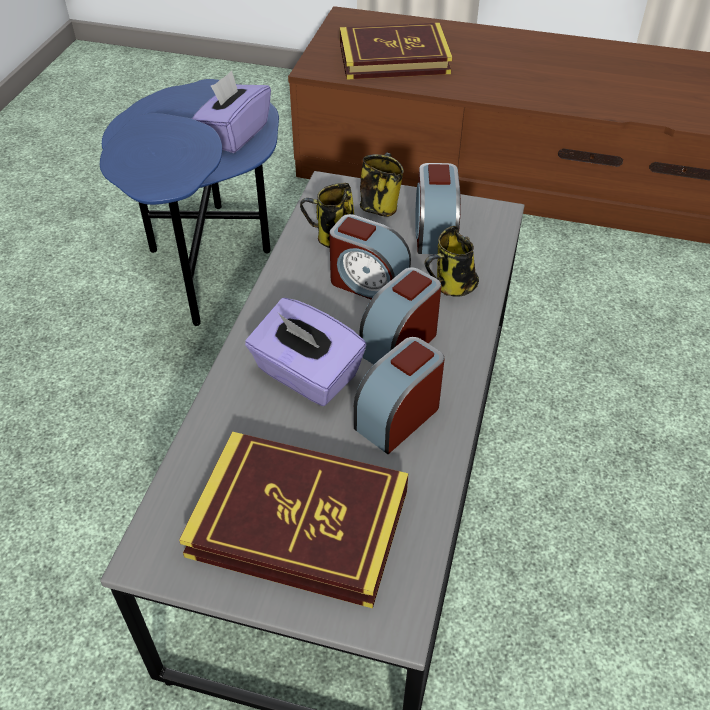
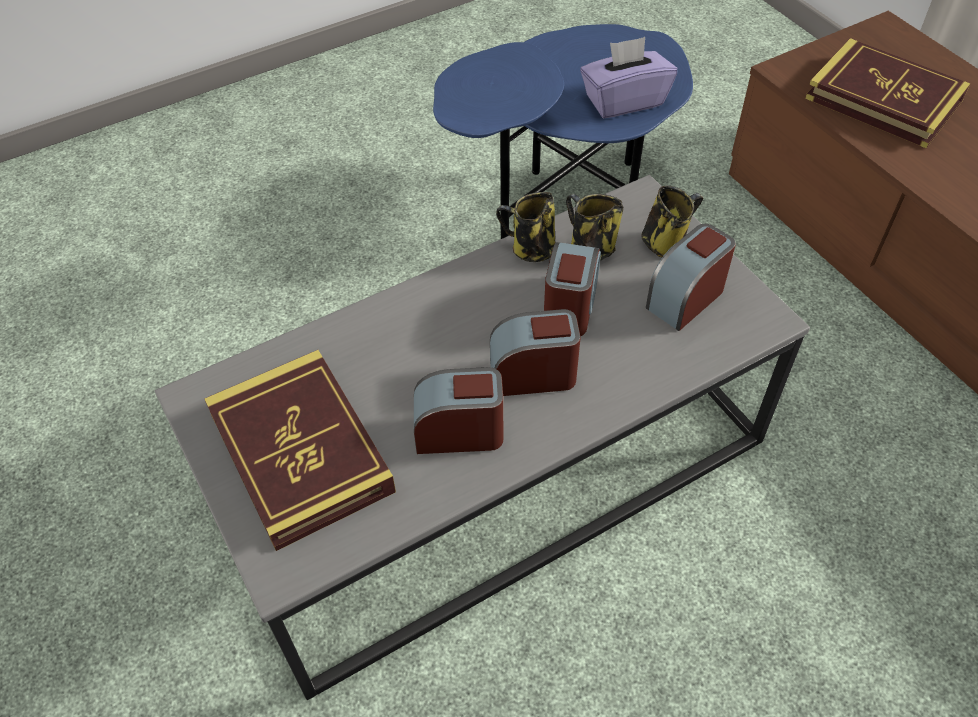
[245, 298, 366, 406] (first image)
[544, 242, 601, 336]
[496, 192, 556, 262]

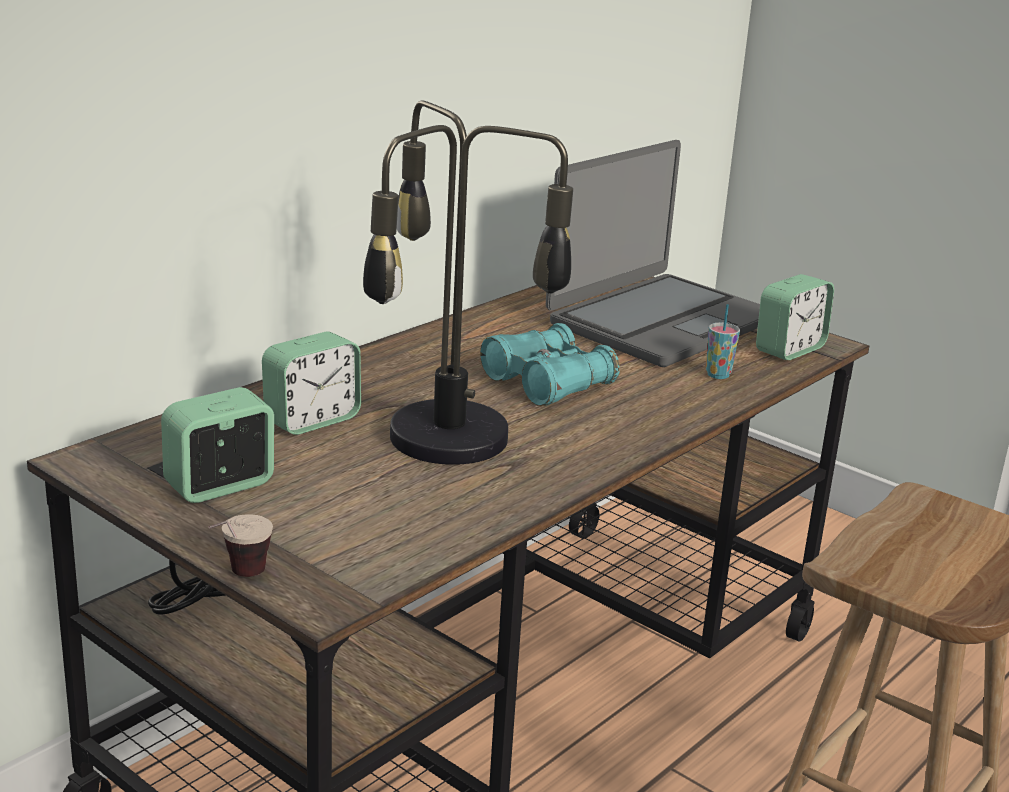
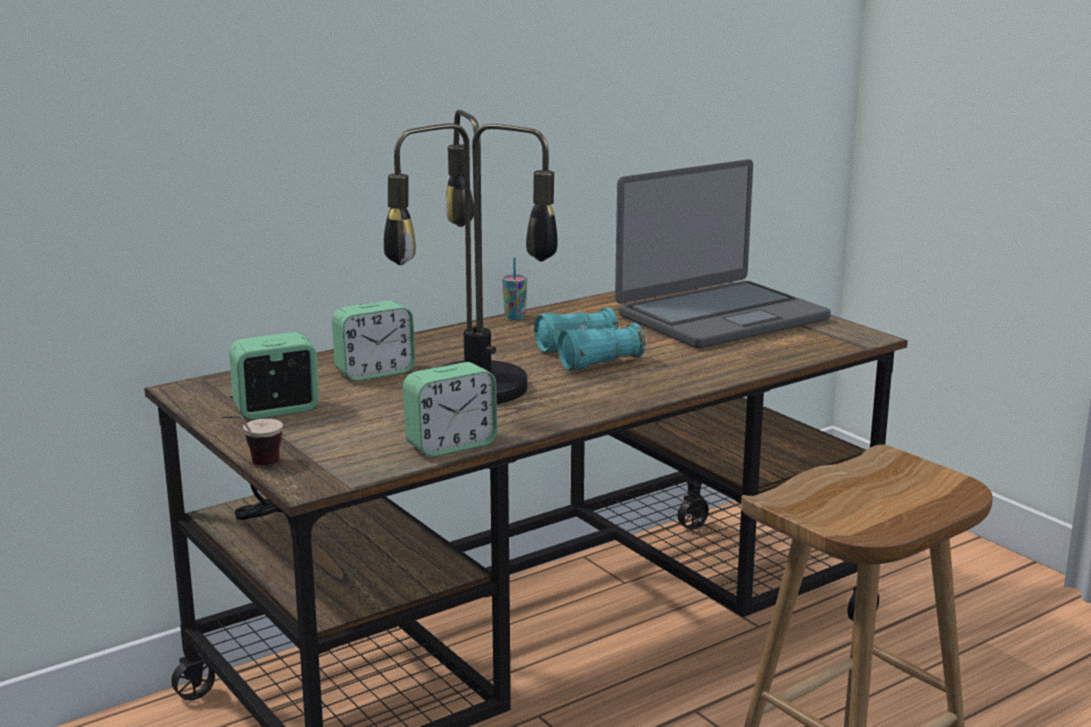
[502, 257, 527, 320]
[403, 362, 498, 457]

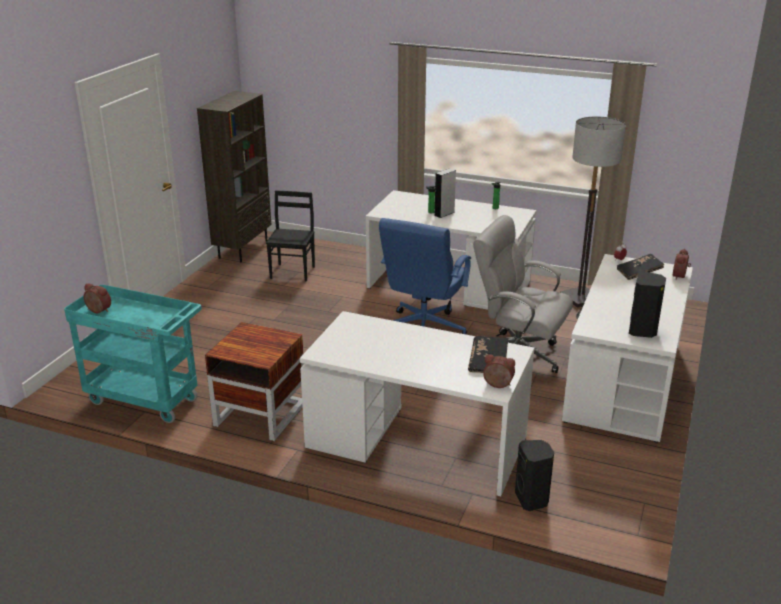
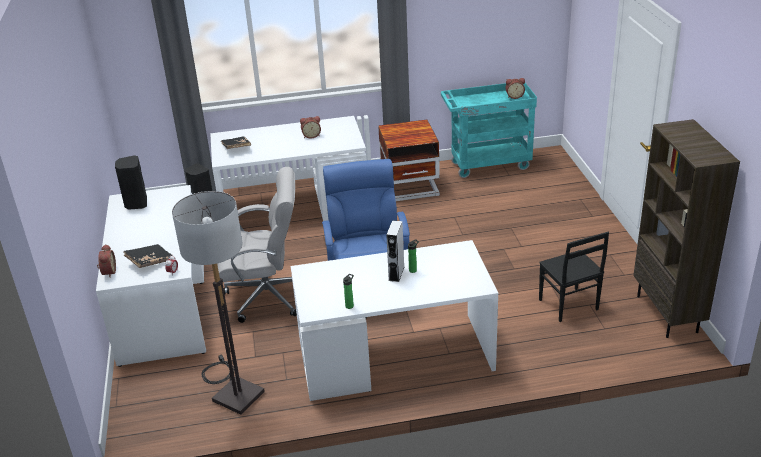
[300, 116, 321, 139]

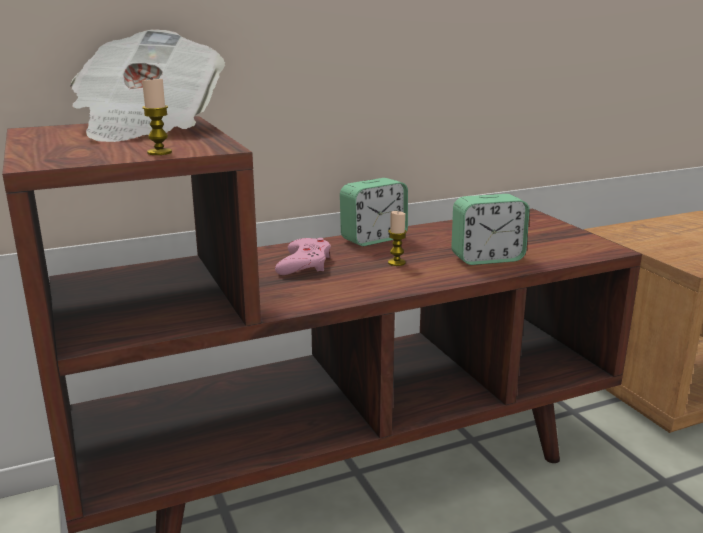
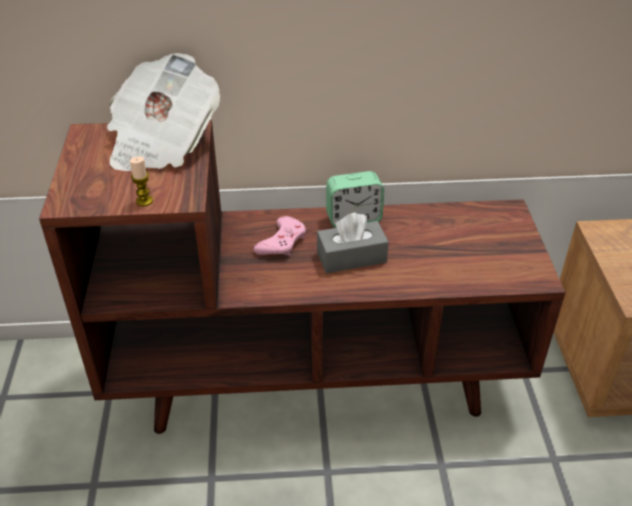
[317, 213, 389, 273]
[451, 194, 530, 265] (first image)

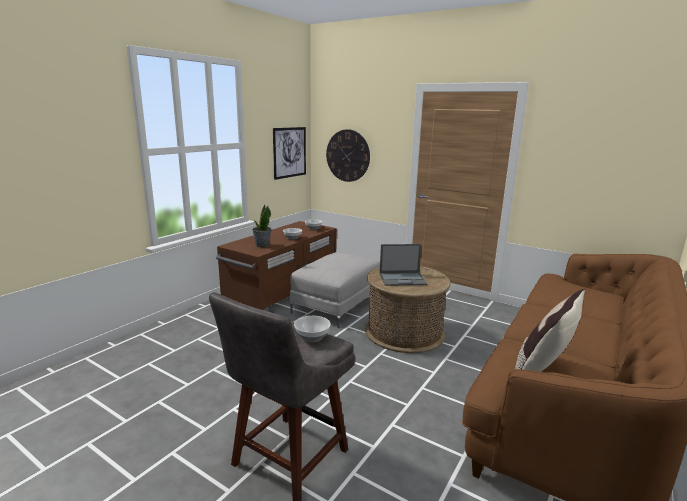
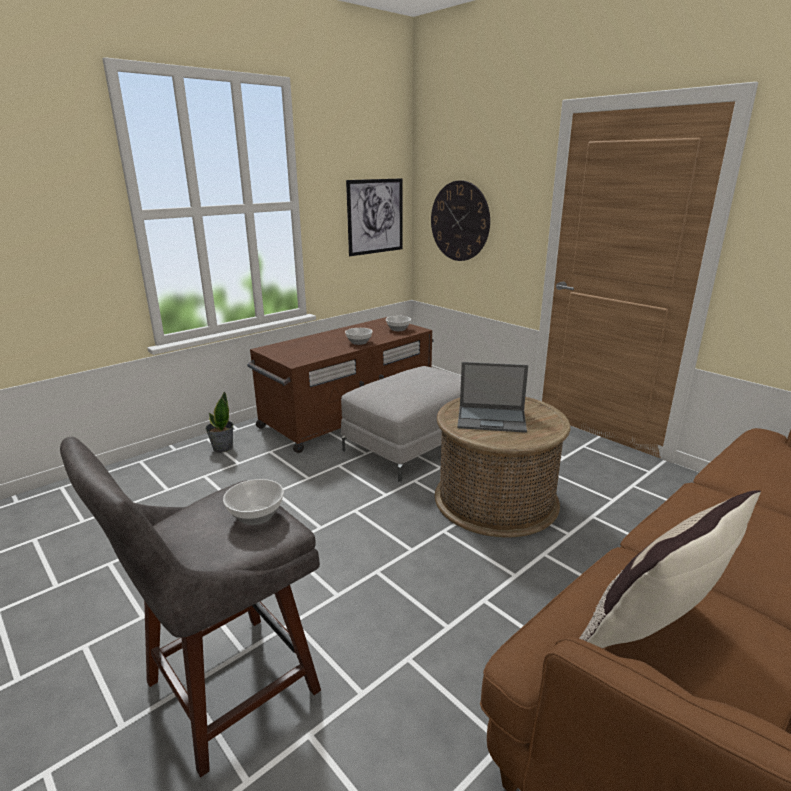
[205, 391, 234, 452]

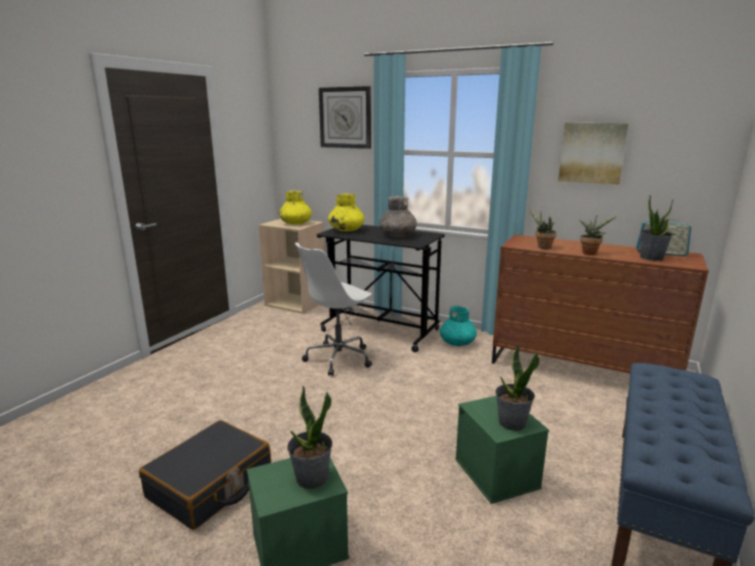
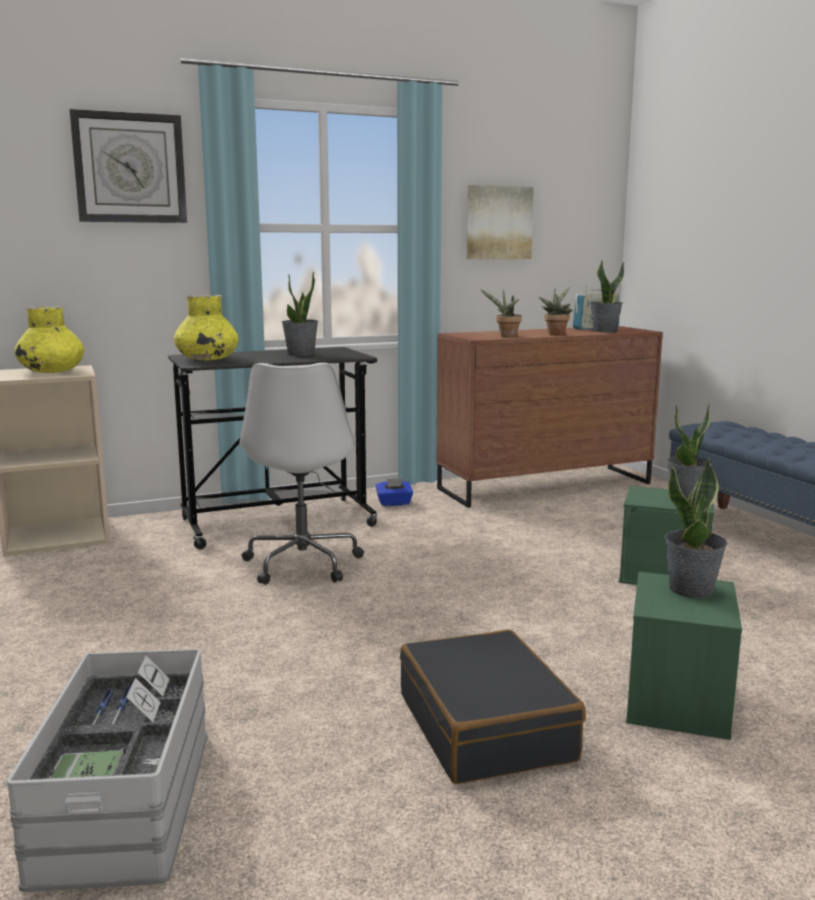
[282, 272, 318, 356]
[376, 478, 413, 506]
[5, 649, 208, 892]

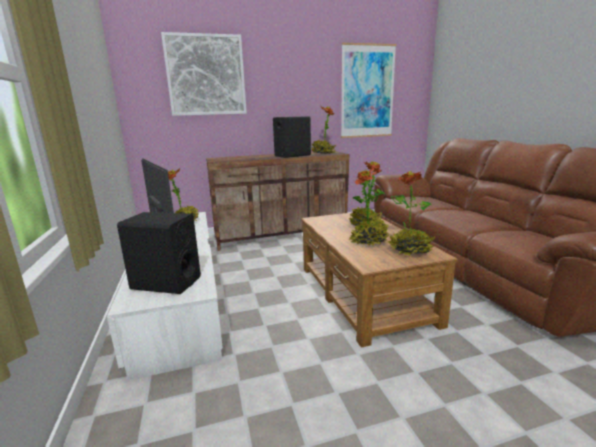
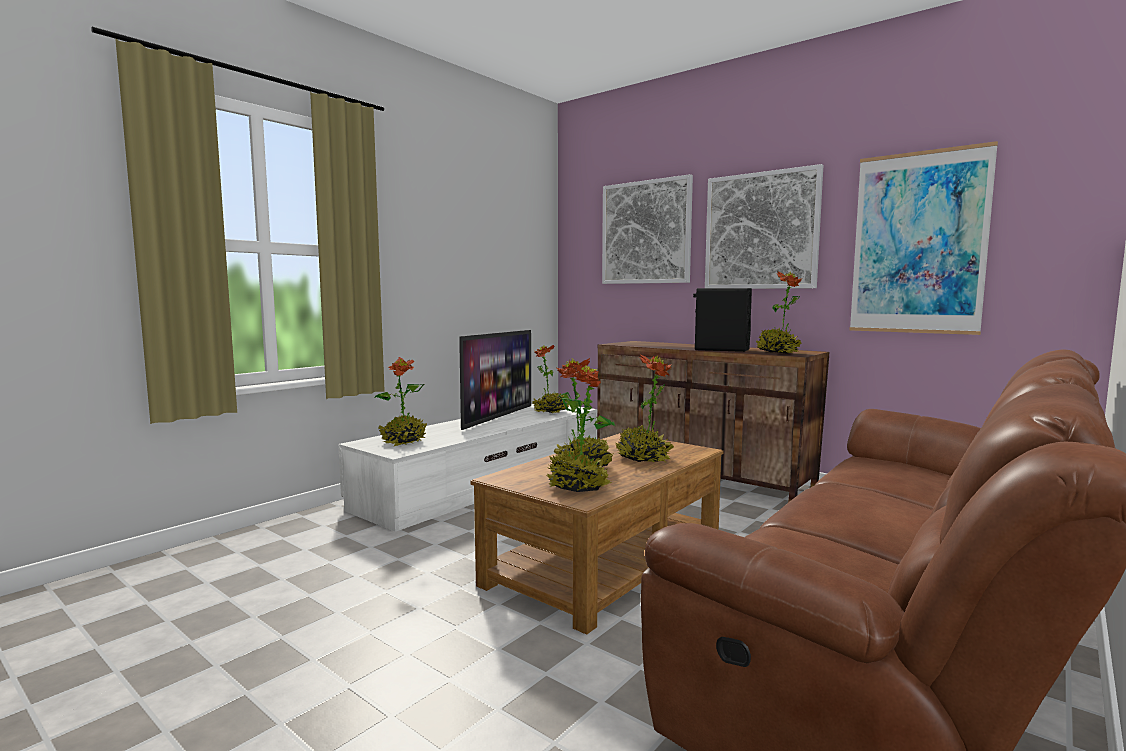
[374, 357, 427, 446]
[705, 164, 823, 289]

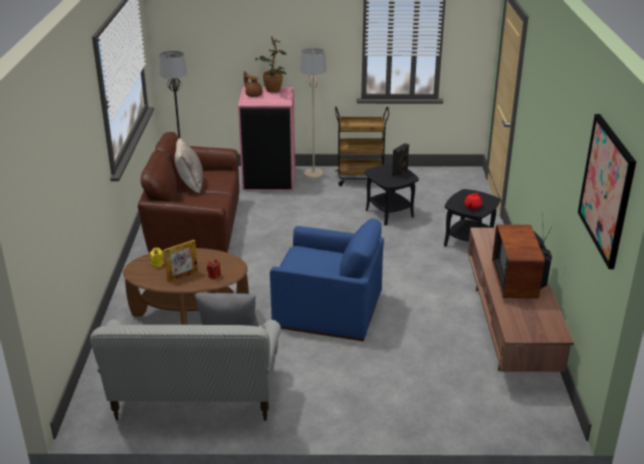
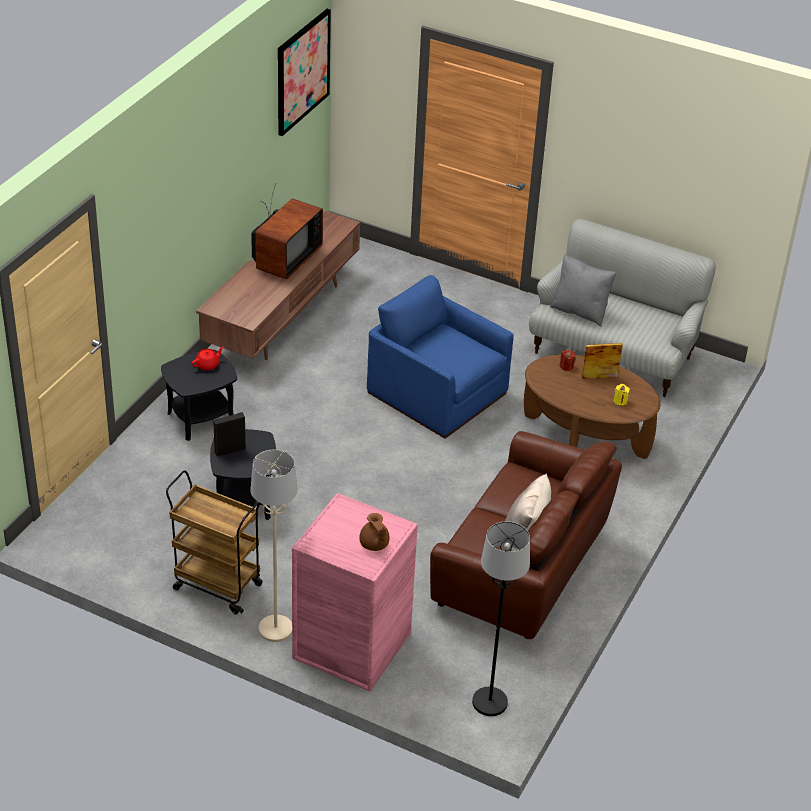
[255, 36, 287, 93] (first image)

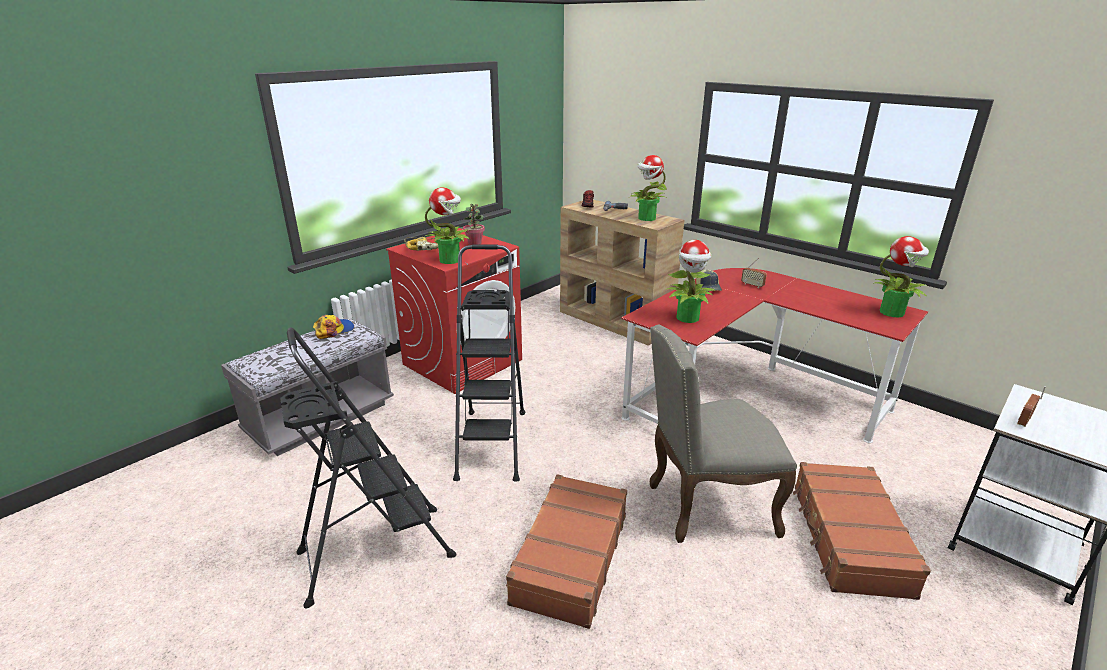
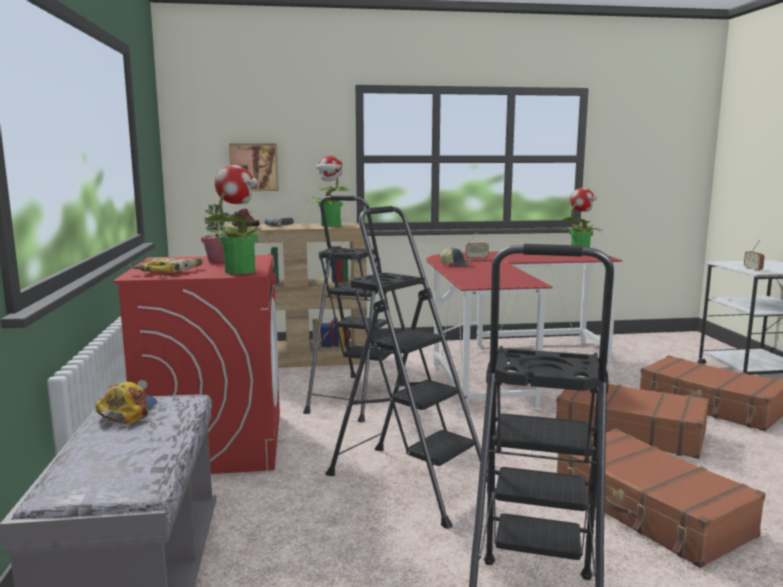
[556, 384, 709, 459]
[667, 240, 715, 323] (first image)
[229, 144, 279, 191]
[303, 195, 404, 422]

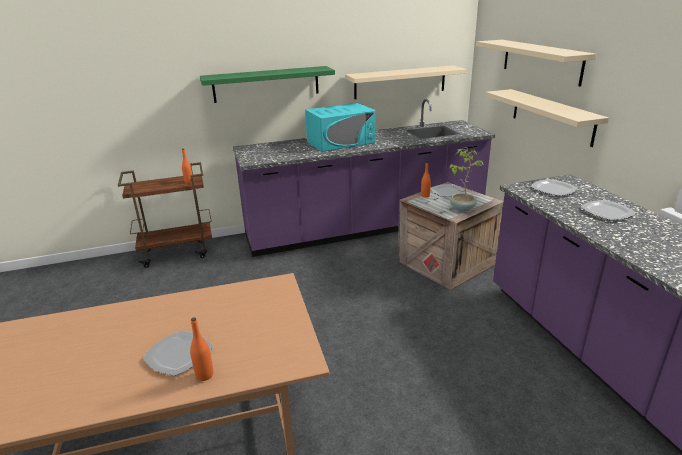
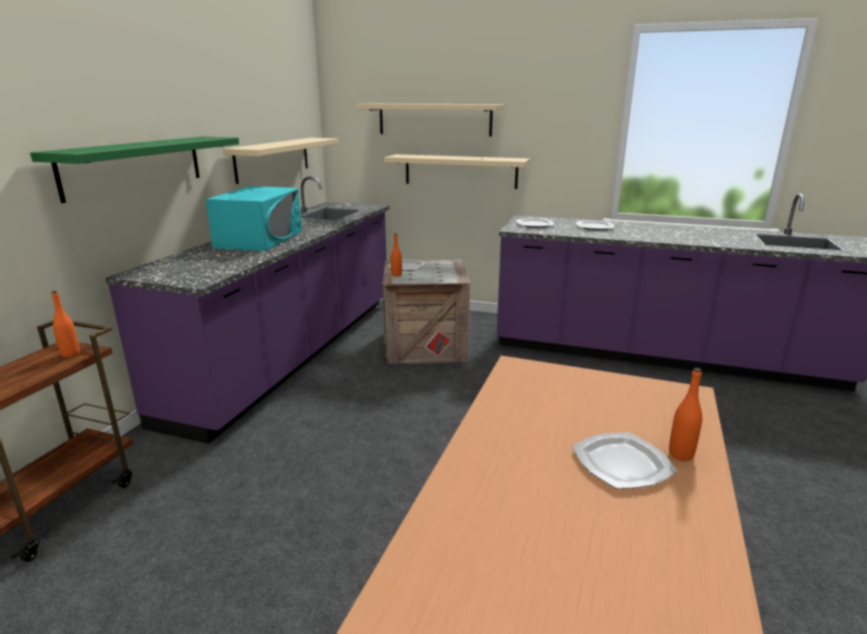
[449, 147, 484, 212] (first image)

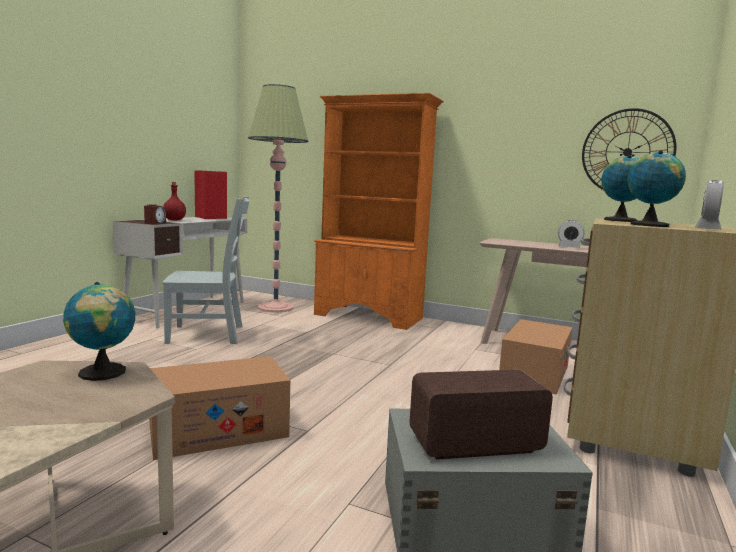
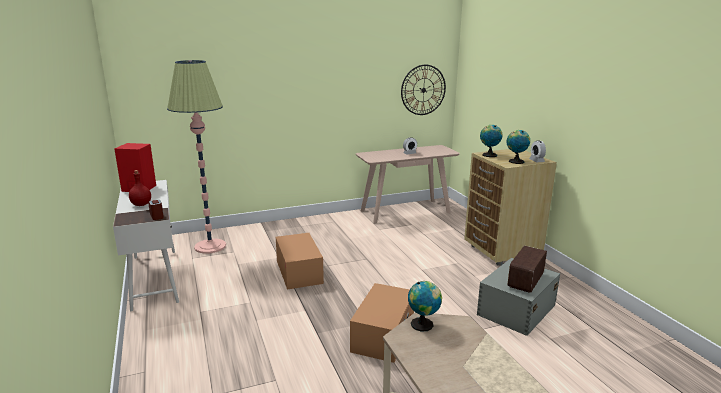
[162, 197, 249, 344] (first image)
[314, 93, 444, 330] (first image)
[276, 233, 324, 290]

